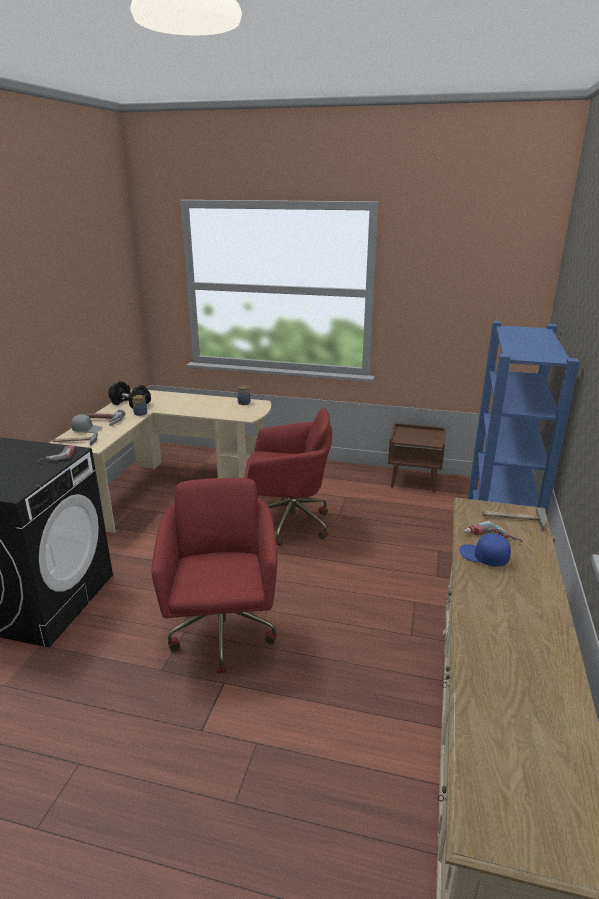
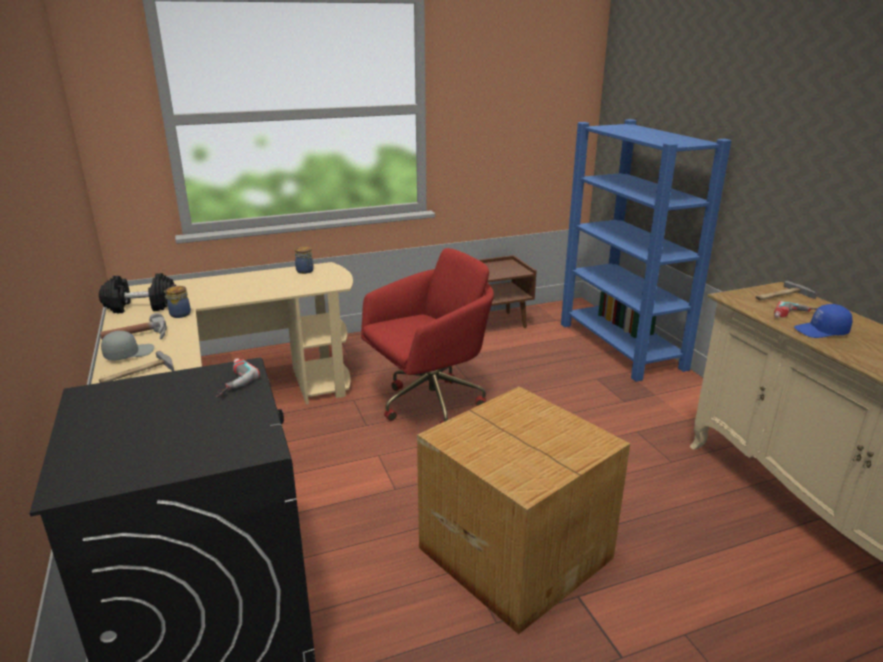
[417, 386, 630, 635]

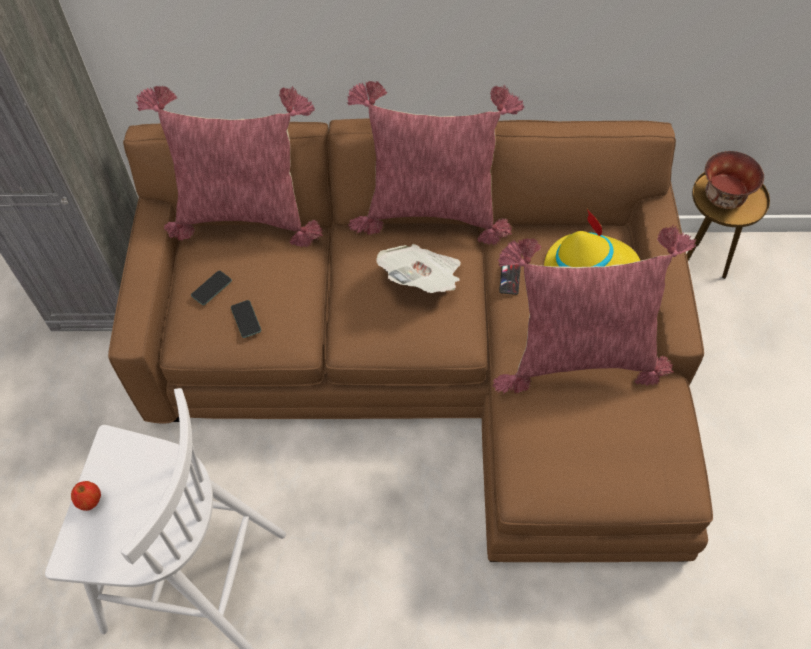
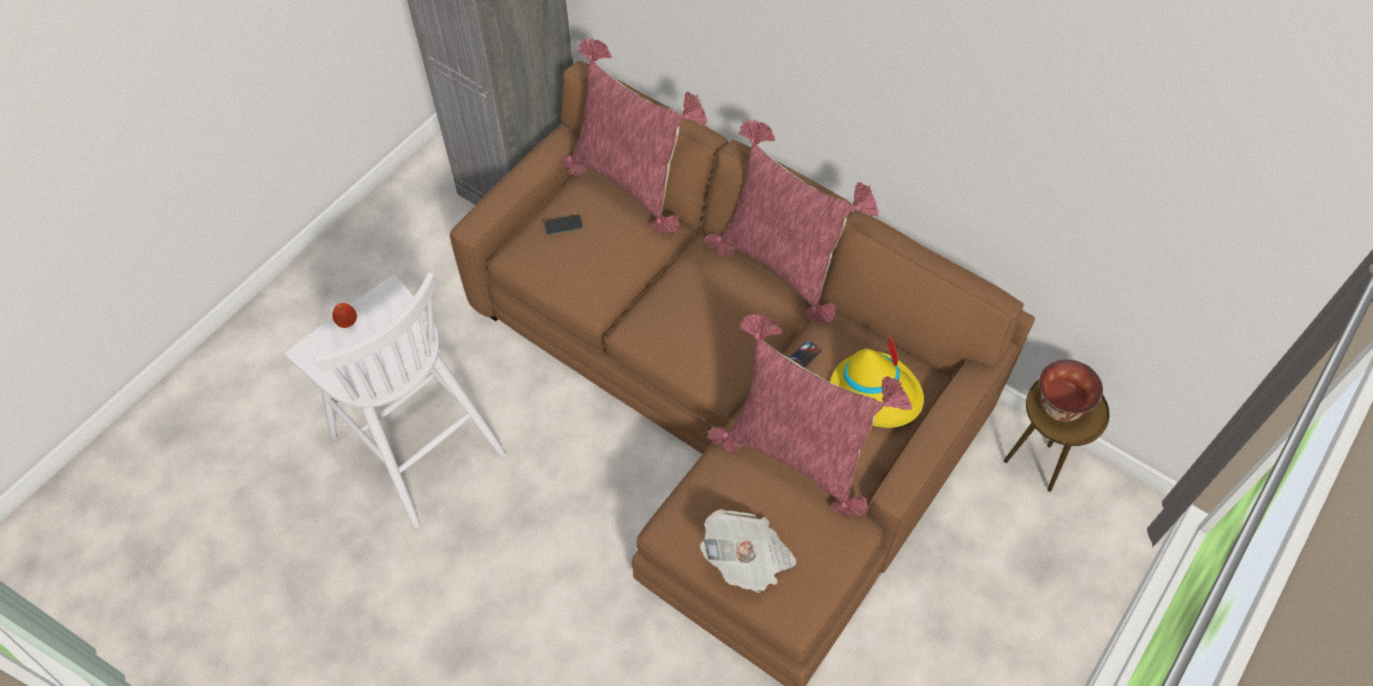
[231, 300, 261, 338] (first image)
[700, 509, 796, 593]

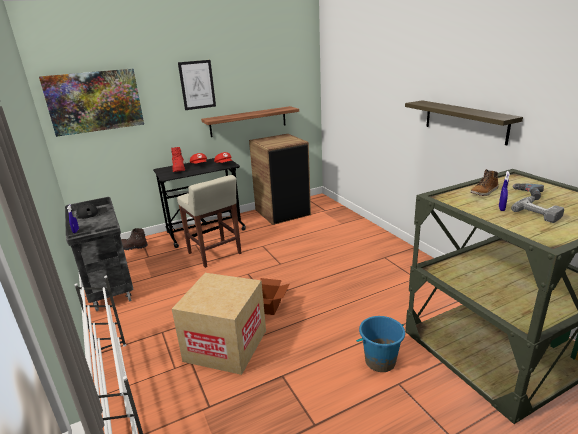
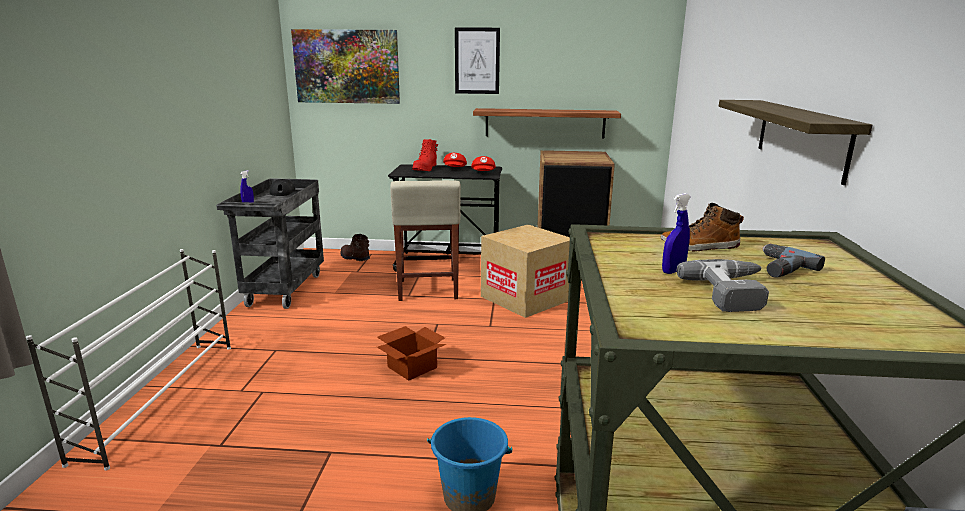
[481, 224, 570, 318]

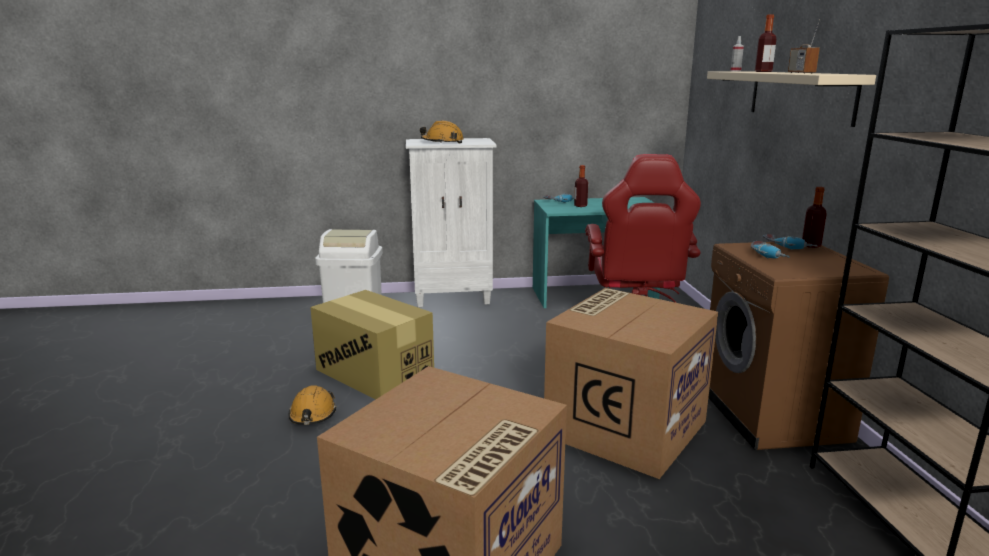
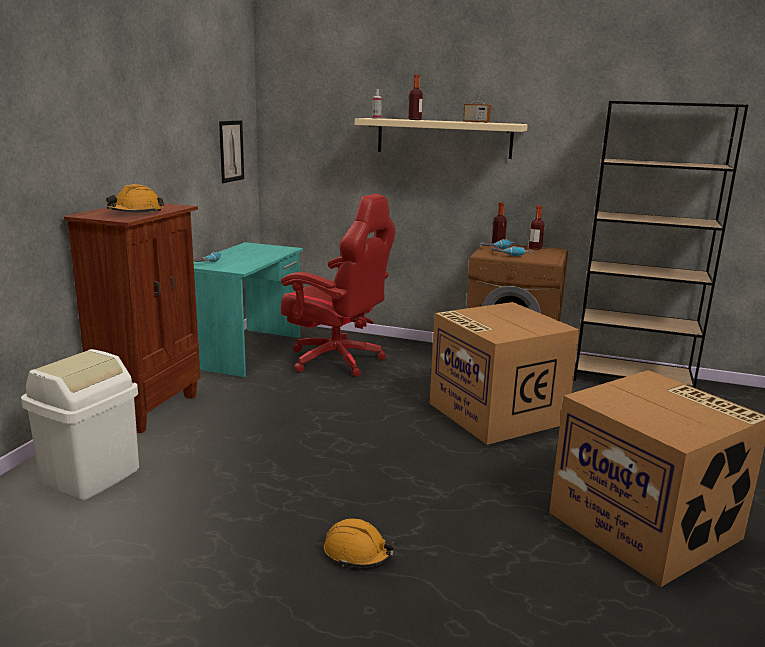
[310, 290, 434, 399] (first image)
[64, 203, 200, 433]
[529, 205, 544, 250]
[219, 120, 244, 183]

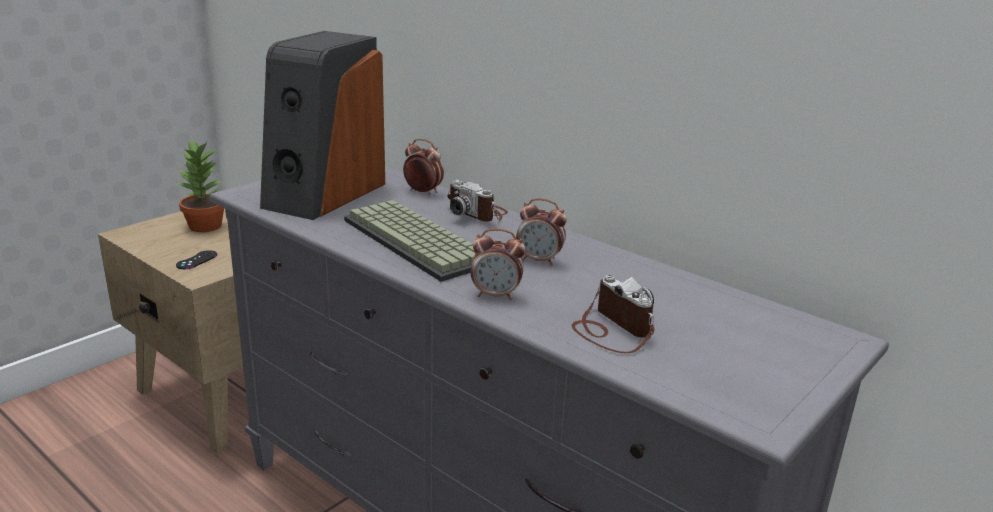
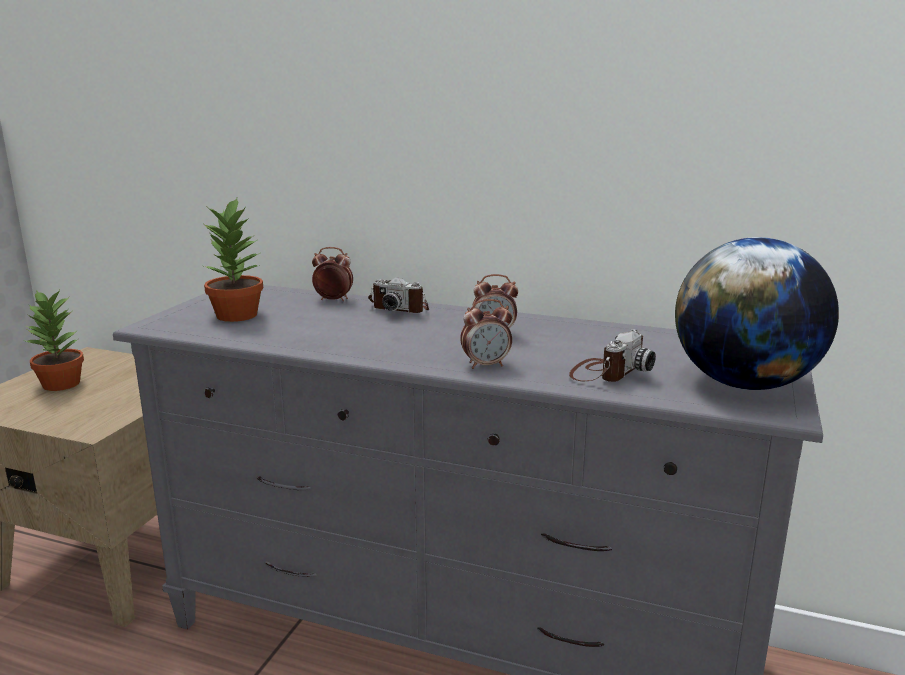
[176, 250, 217, 269] (first image)
[204, 198, 263, 322]
[344, 200, 476, 282] (first image)
[569, 330, 656, 382]
[675, 237, 839, 390]

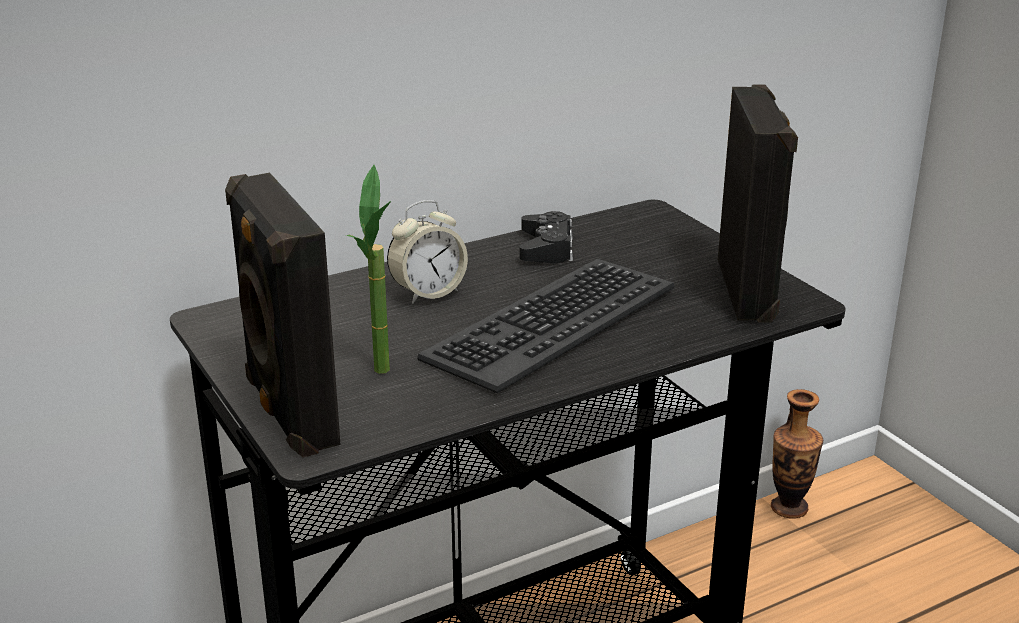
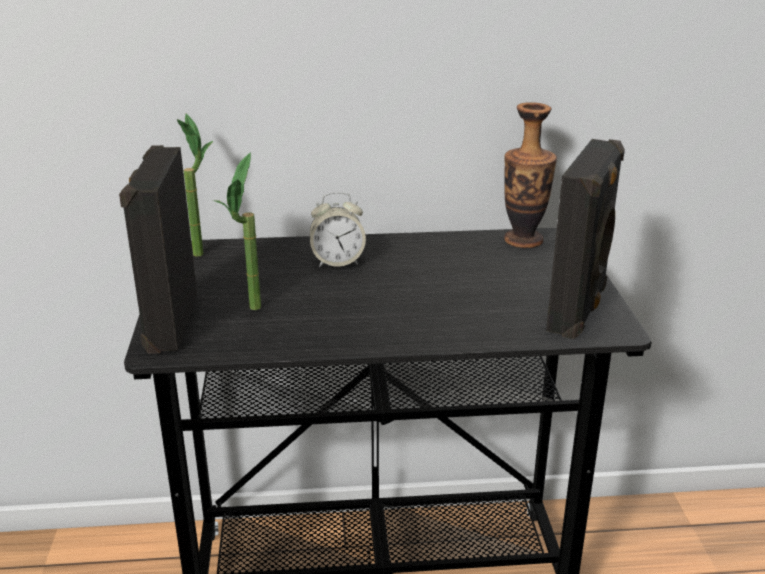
[417, 259, 674, 393] (first image)
[519, 211, 573, 263] (first image)
[504, 102, 557, 248]
[177, 114, 213, 257]

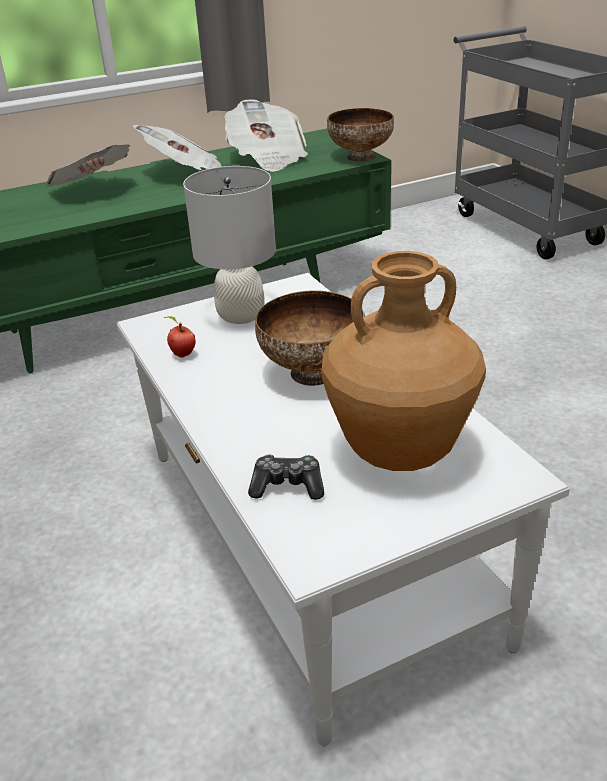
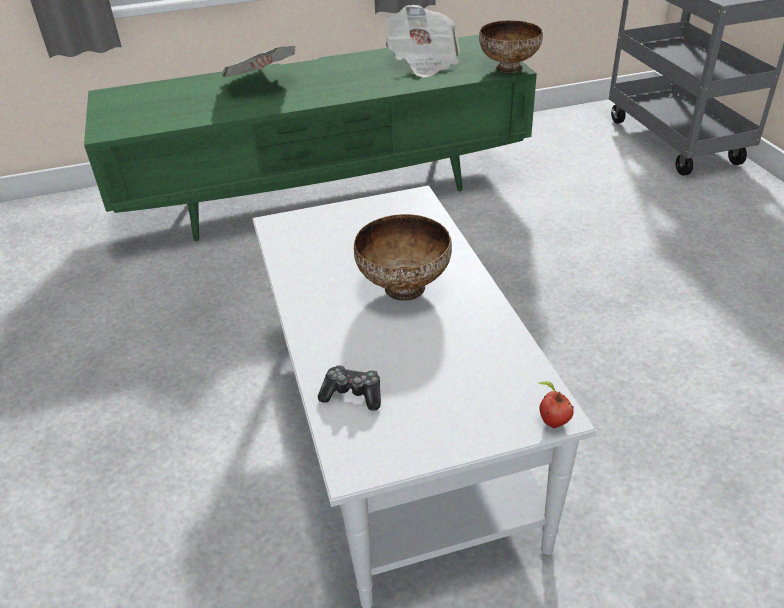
[133, 125, 222, 170] (first image)
[539, 381, 574, 428]
[183, 166, 276, 324] (first image)
[322, 251, 486, 471] (first image)

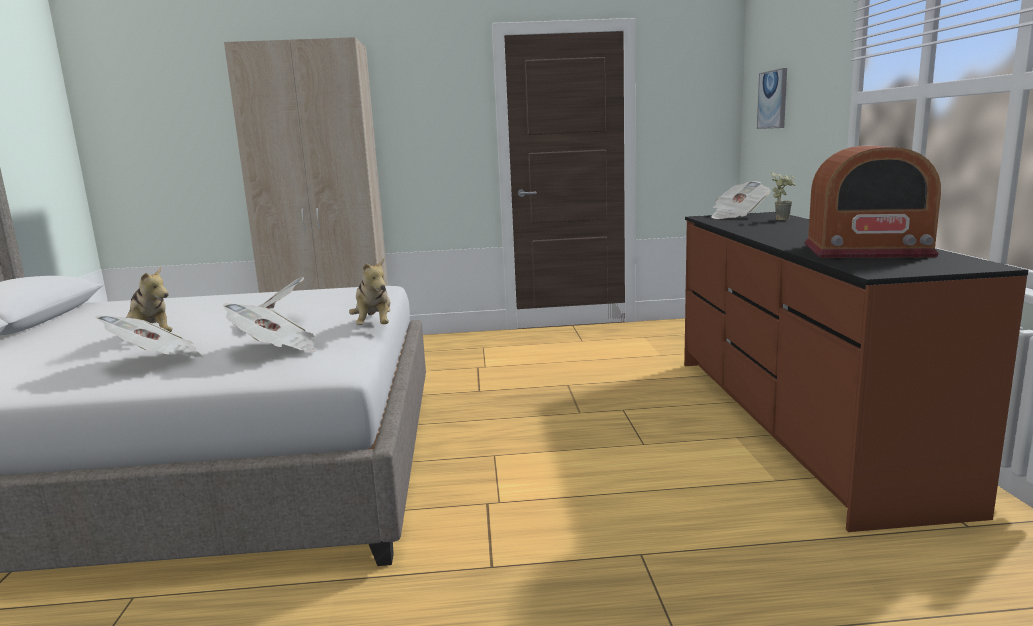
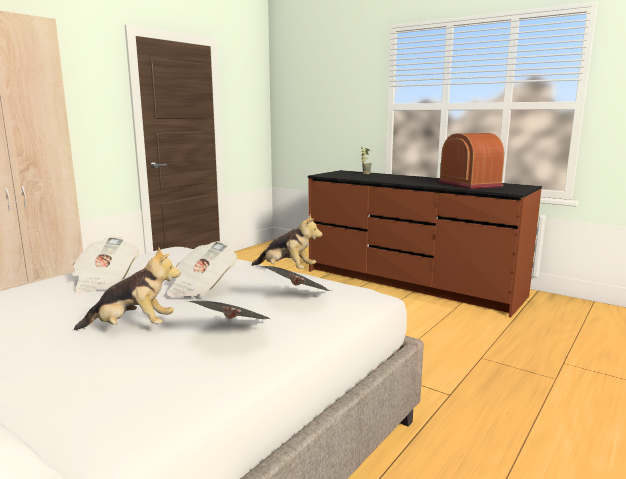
[72, 237, 139, 293]
[757, 68, 787, 129] (first image)
[438, 133, 504, 189]

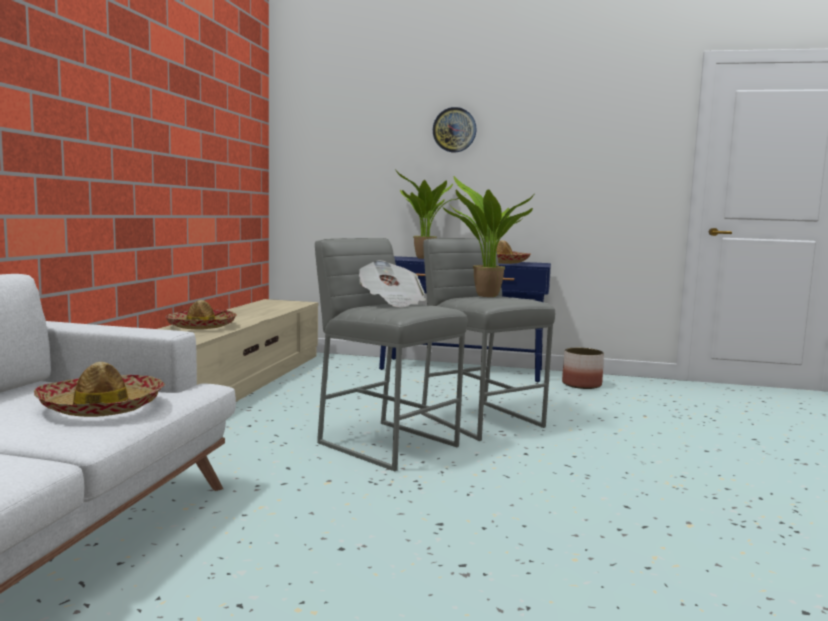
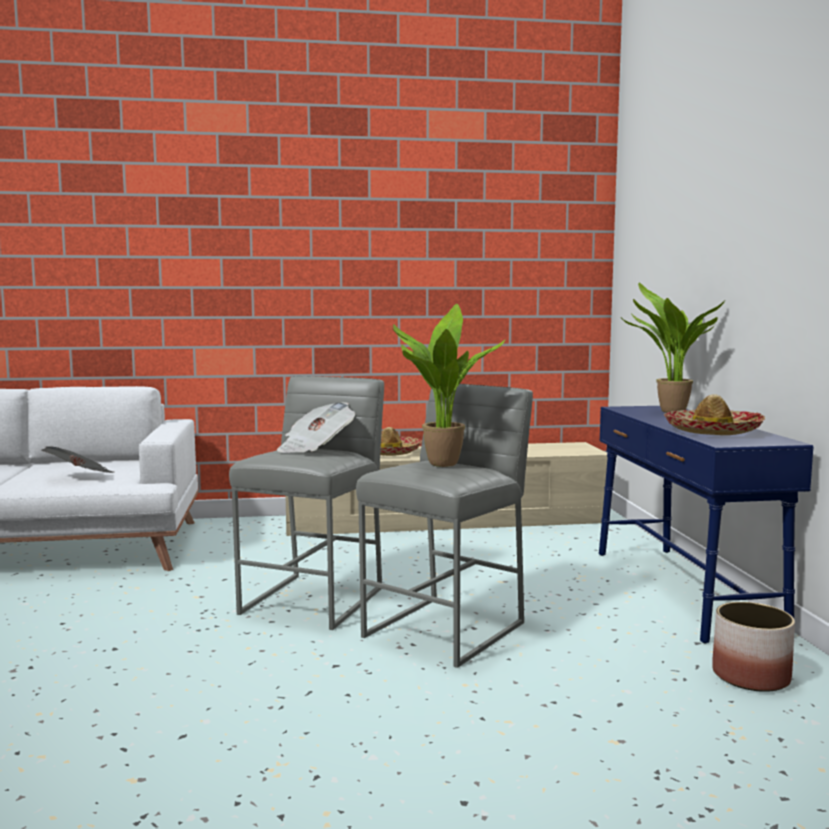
[42, 446, 114, 473]
[433, 107, 476, 152] (first image)

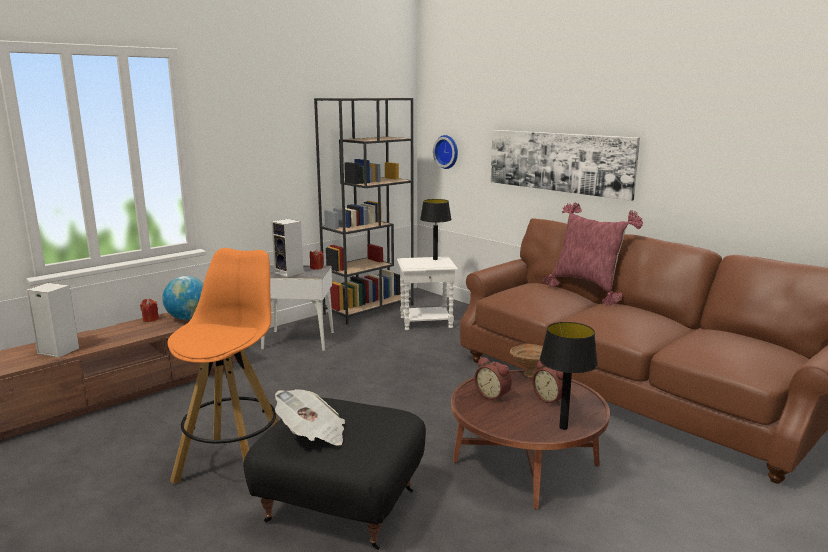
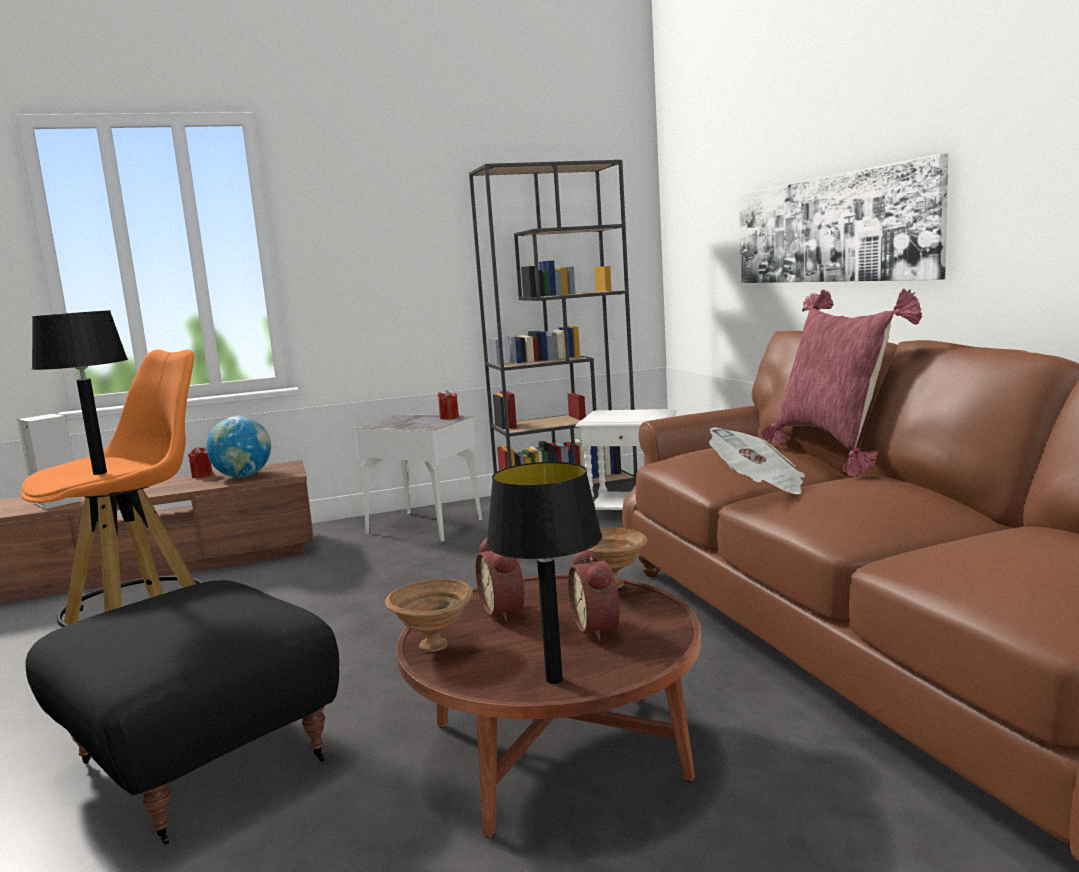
[271, 219, 304, 277] (first image)
[709, 428, 805, 494]
[31, 310, 128, 475]
[433, 135, 458, 169] (first image)
[385, 579, 473, 652]

